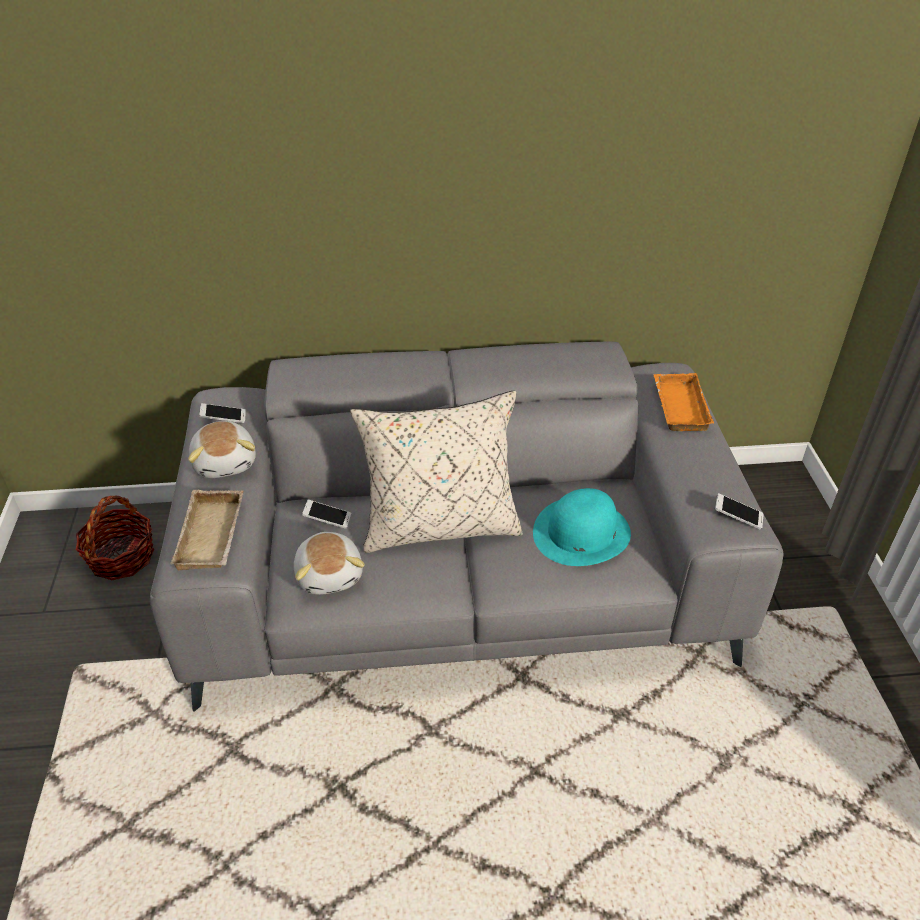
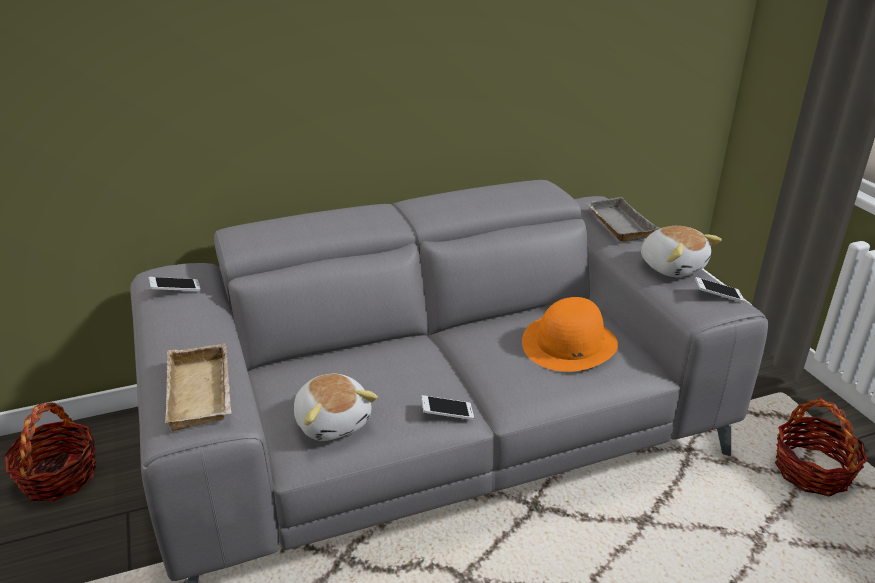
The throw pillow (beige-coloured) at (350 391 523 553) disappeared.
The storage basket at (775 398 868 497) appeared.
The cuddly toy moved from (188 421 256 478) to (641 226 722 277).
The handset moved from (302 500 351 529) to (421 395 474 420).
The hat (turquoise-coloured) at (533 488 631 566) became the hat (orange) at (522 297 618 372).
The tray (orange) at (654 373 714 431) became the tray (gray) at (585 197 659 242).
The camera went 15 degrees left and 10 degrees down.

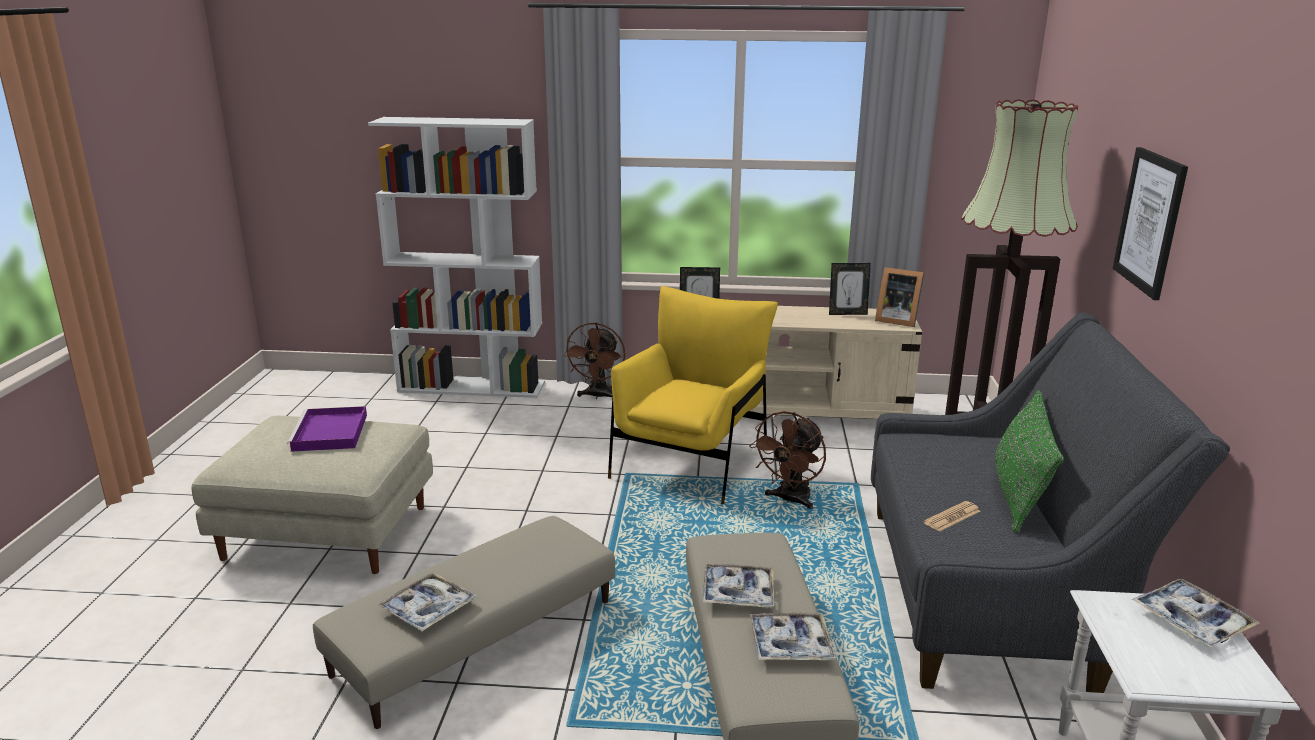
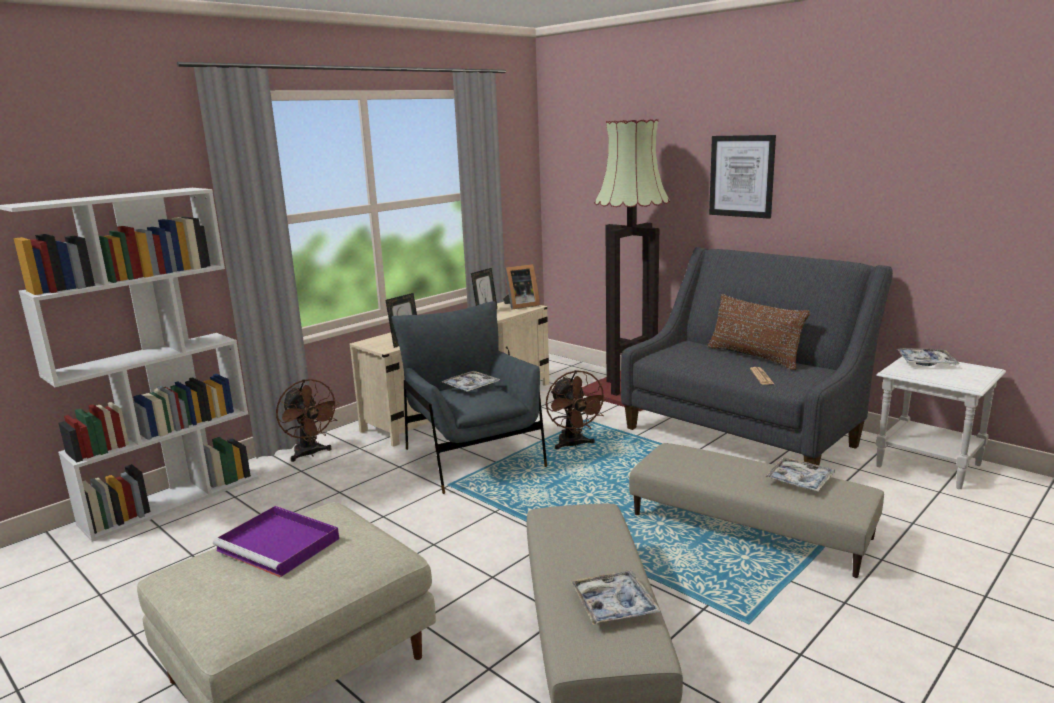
The tray moved from (702 564 774 608) to (442 371 500 392).
The lounge chair (yellowish) at (608 286 778 504) became the lounge chair (gray) at (392 301 547 494).
The throw pillow (green-coloured) at (995 390 1064 533) became the throw pillow (brown-coloured) at (708 294 810 370).
The camera went 50 degrees left and 5 degrees down.

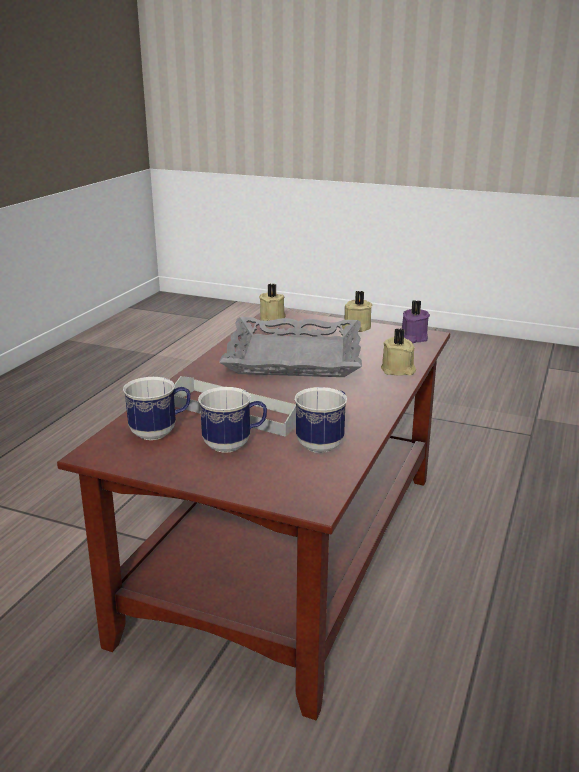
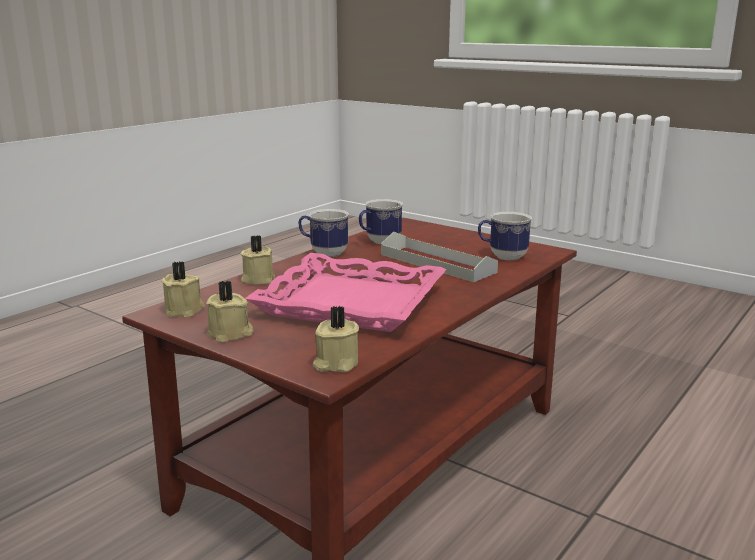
The coffee mug moved from (198 387 267 453) to (298 209 349 257).
The tray (gray) at (219 317 362 377) became the tray (pink-coloured) at (245 253 447 332).
The wax candle (purple) at (402 300 430 343) became the wax candle (beige-coloured) at (161 261 205 317).
The camera went 165 degrees left and 5 degrees down.

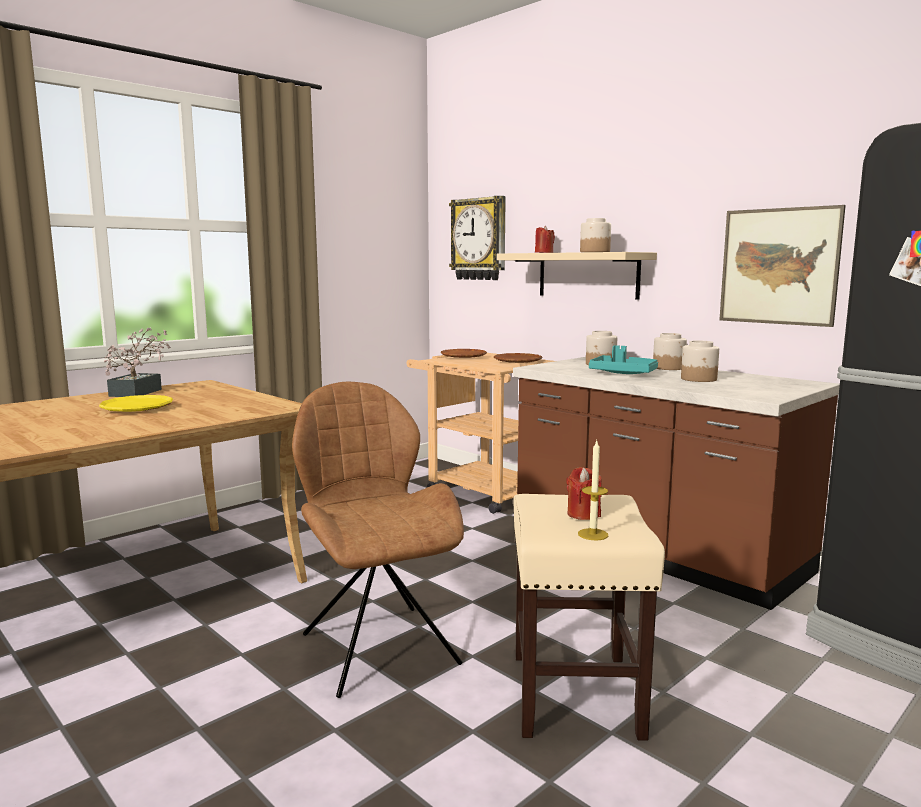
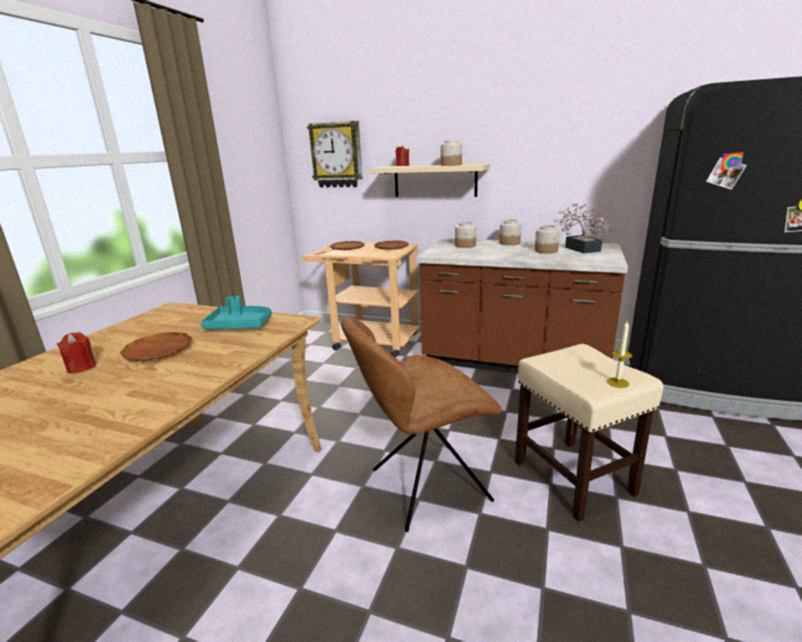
The wall art at (719 205 846 327) disappeared.
The houseplant moved from (104 327 171 397) to (558 204 610 253).
The wax candle (reddish) moved from (566 467 602 520) to (57 332 96 374).
The tray (turquoise-coloured) moved from (589 345 658 374) to (201 296 272 329).
The flat dish (yellowish) at (99 395 173 412) became the flat dish (brown-coloured) at (120 332 193 361).
The chair (brown-coloured) at (292 382 464 698) turned 60 degrees counterclockwise.
The camera went 25 degrees left and 10 degrees up.

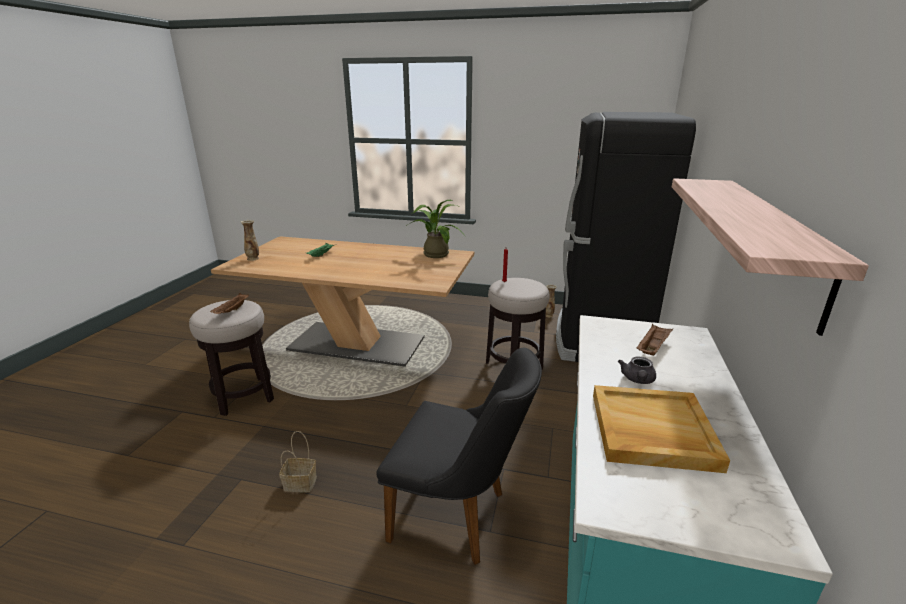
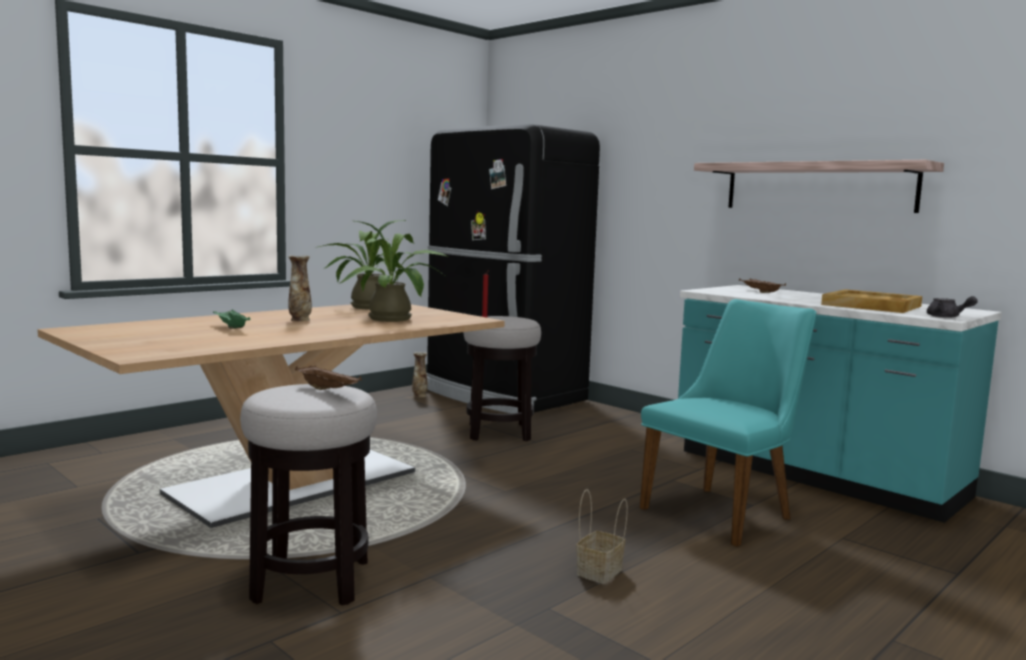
The houseplant at (340 221 448 322) appeared.
The flower vase moved from (241 220 259 261) to (288 255 312 322).
The teapot (gray) moved from (618 356 656 384) to (927 296 978 318).
The chair (blackish) at (376 348 542 565) became the chair (turquoise-coloured) at (640 299 816 547).
The camera went 60 degrees left and 15 degrees down.

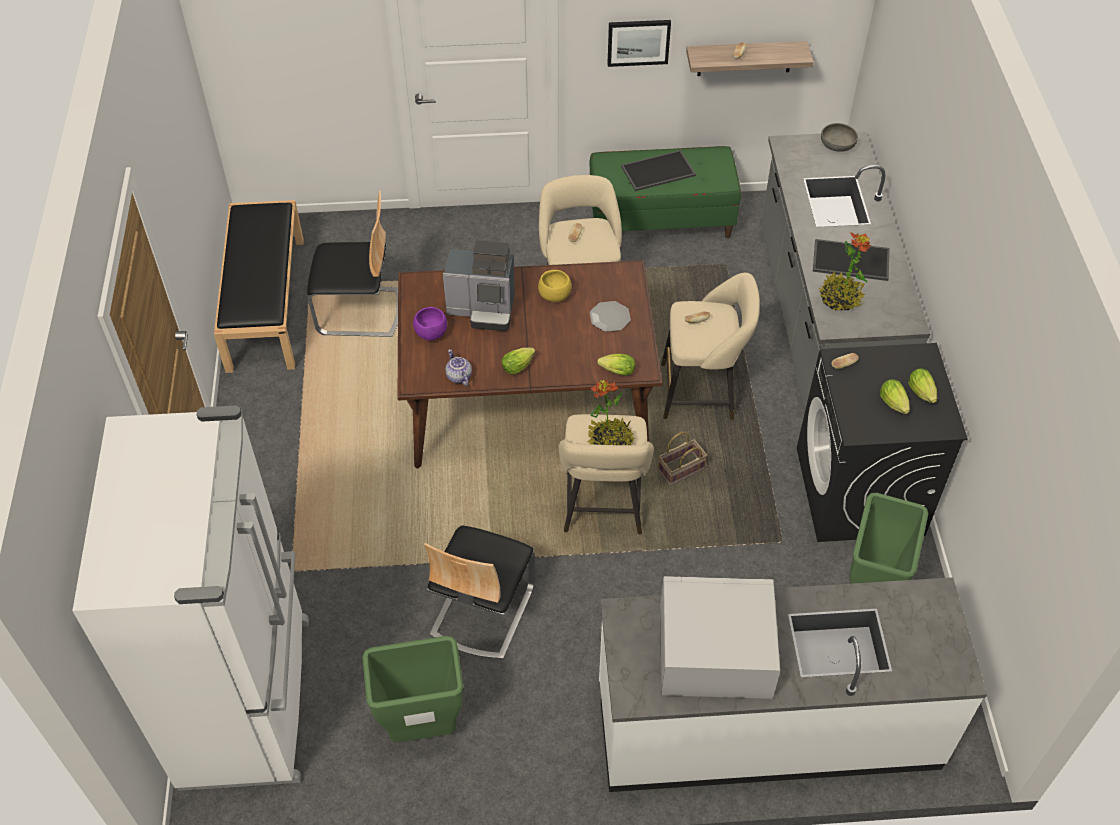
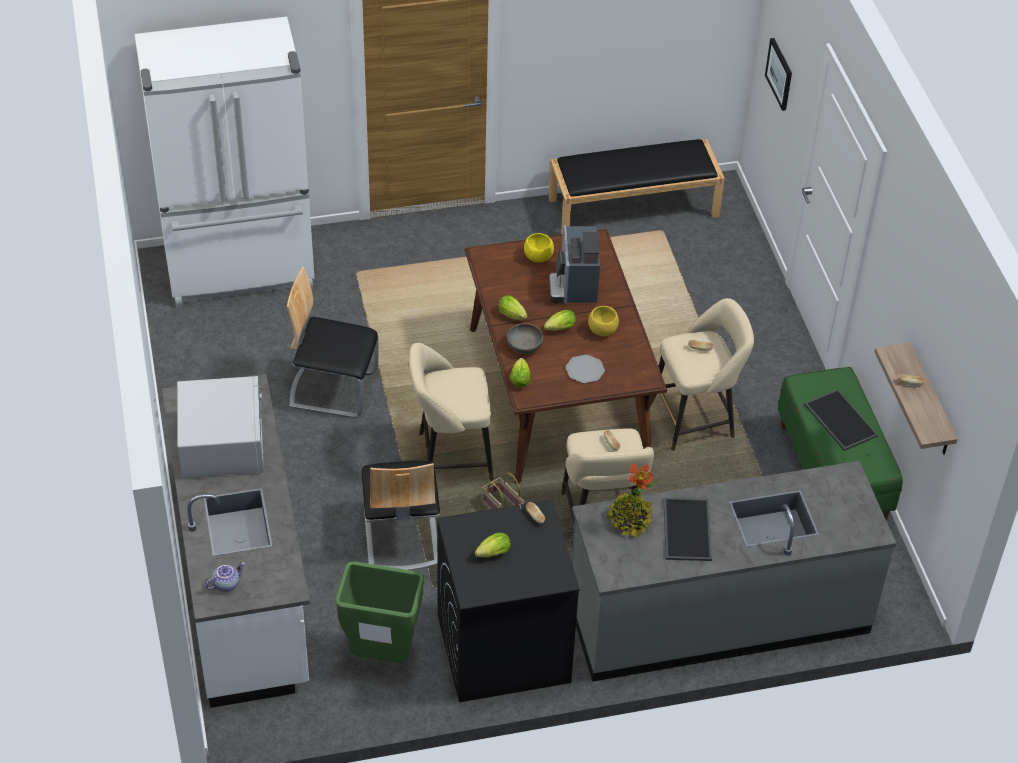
The rubbish bin (green-coloured) at (362 636 463 743) disappeared.
The houseplant at (587 380 635 445) disappeared.
The chair moved from (307 191 398 337) to (362 460 440 570).
The teapot moved from (445 349 472 386) to (206 562 245 592).
The wall art moved from (607 20 671 67) to (765 38 792 111).
The deep dish (gray) moved from (821 123 858 152) to (507 323 543 354).
The lettuce moved from (908 368 937 403) to (544 310 576 331).
The deep dish (purple) at (413 307 447 341) became the deep dish (yellowish) at (524 233 554 262).
The camera went 80 degrees right and 5 degrees down.

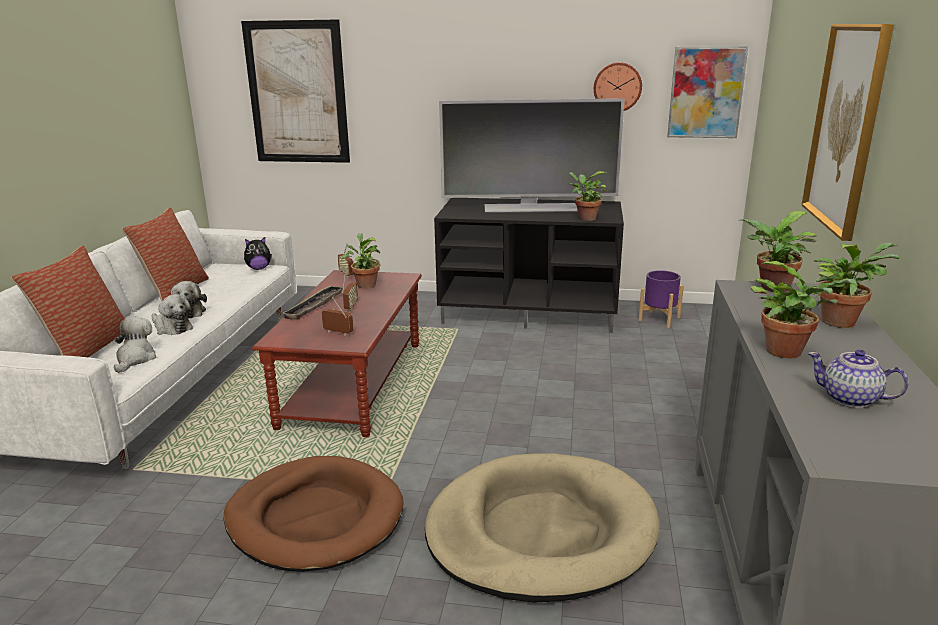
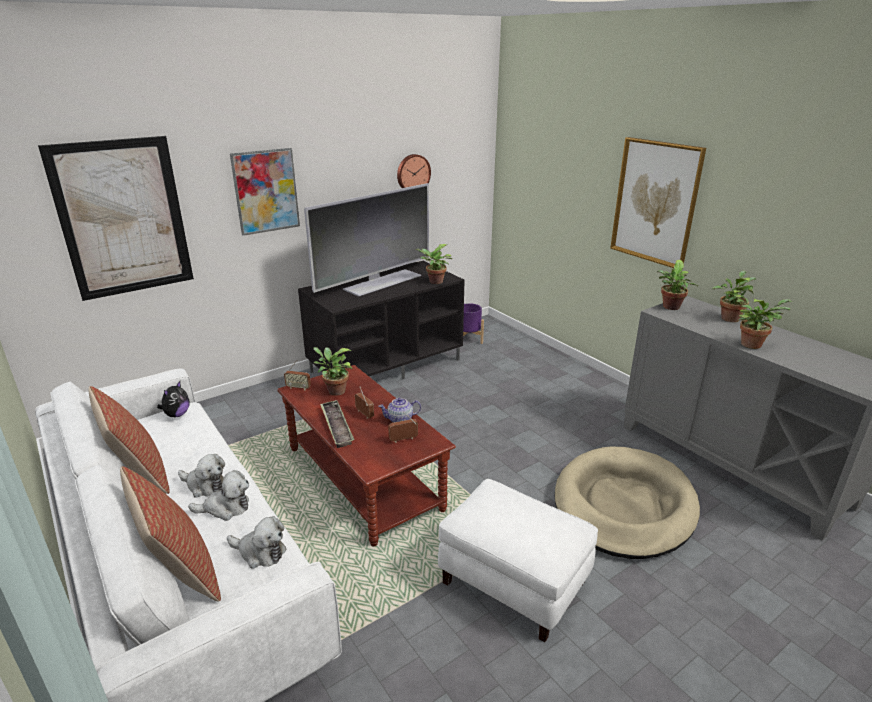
The wall art moved from (667 46 748 138) to (230 148 300 236).
The teapot moved from (808 350 909 408) to (378 398 421 423).
The pet bed (brown-coloured) at (224 456 404 572) was replaced by the footrest (white-coloured) at (438 479 598 642).
The cuddly toy at (114 317 156 373) turned 150 degrees clockwise.
The camera went 45 degrees left and 5 degrees up.

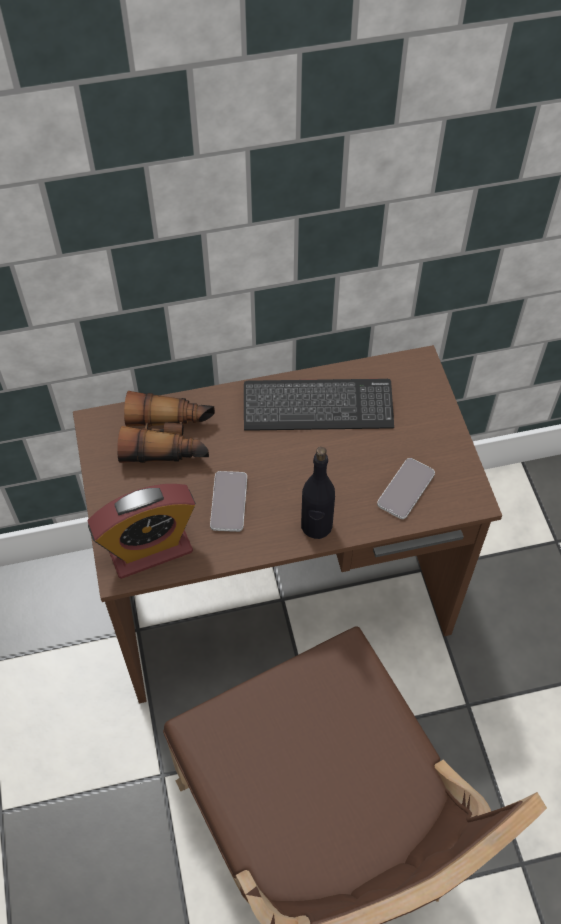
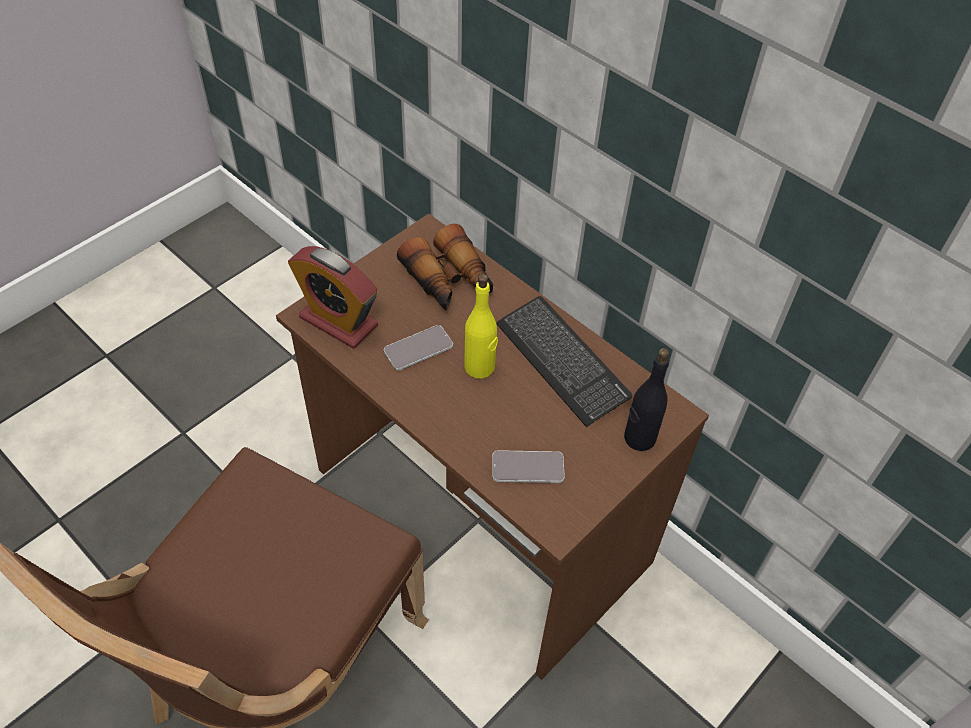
The drink bottle (yellowish) at (464 274 498 379) appeared.
The drink bottle (blackish) moved from (301 447 335 539) to (624 348 669 451).
The camera went 55 degrees right and 5 degrees down.

